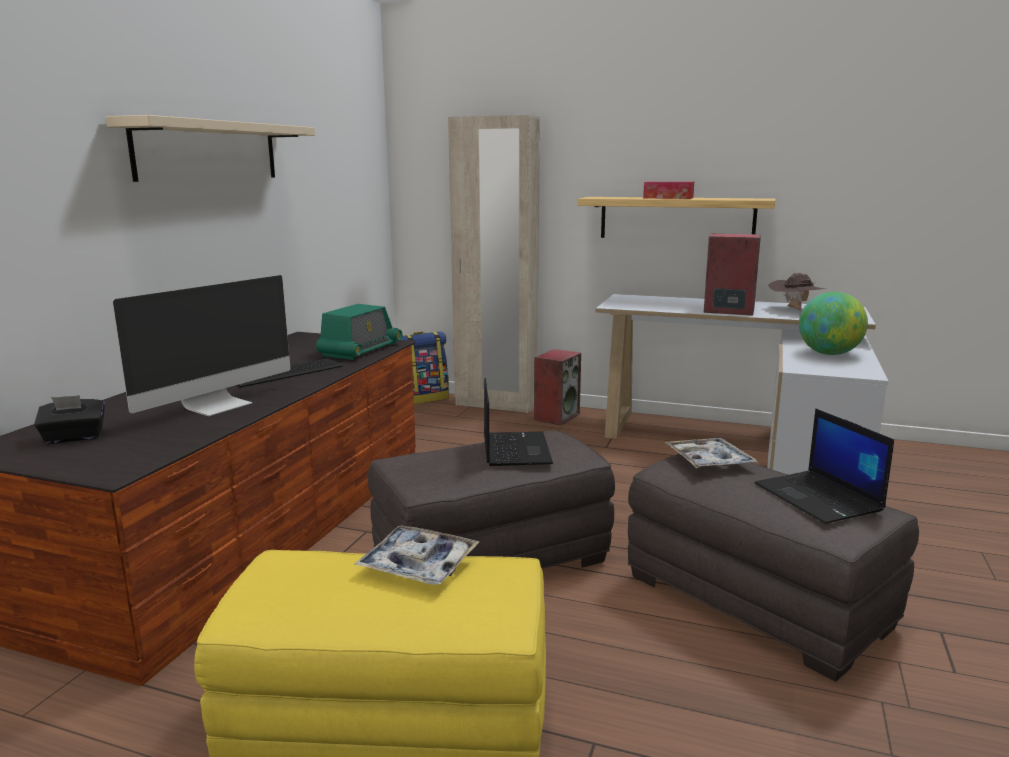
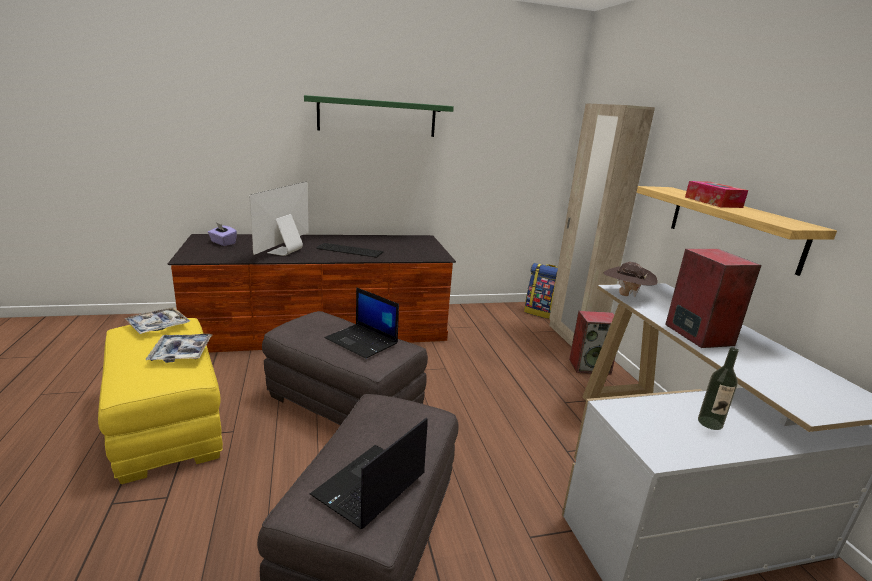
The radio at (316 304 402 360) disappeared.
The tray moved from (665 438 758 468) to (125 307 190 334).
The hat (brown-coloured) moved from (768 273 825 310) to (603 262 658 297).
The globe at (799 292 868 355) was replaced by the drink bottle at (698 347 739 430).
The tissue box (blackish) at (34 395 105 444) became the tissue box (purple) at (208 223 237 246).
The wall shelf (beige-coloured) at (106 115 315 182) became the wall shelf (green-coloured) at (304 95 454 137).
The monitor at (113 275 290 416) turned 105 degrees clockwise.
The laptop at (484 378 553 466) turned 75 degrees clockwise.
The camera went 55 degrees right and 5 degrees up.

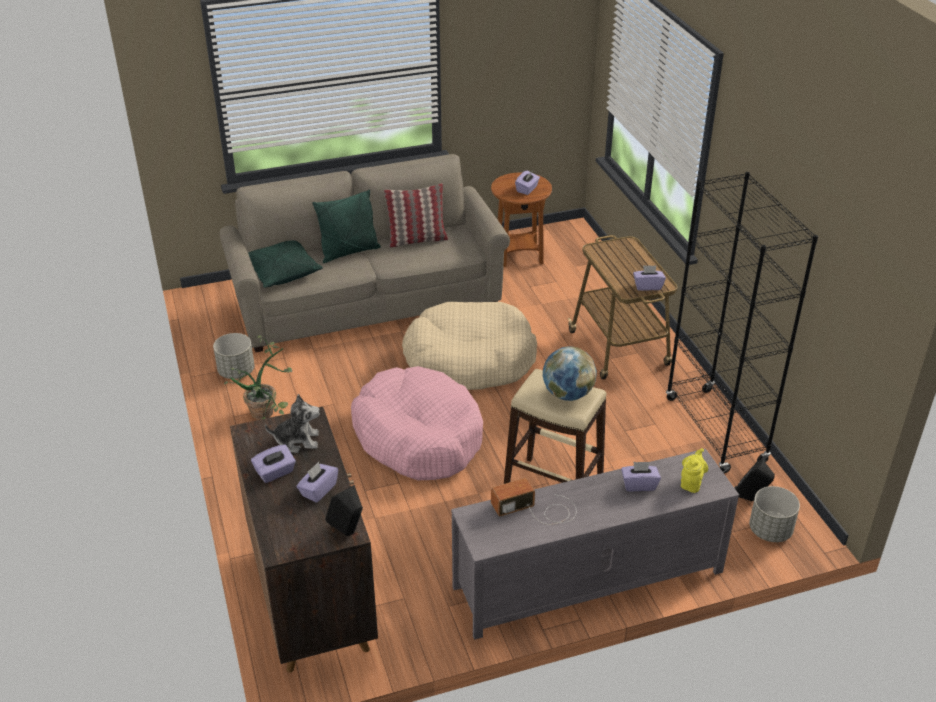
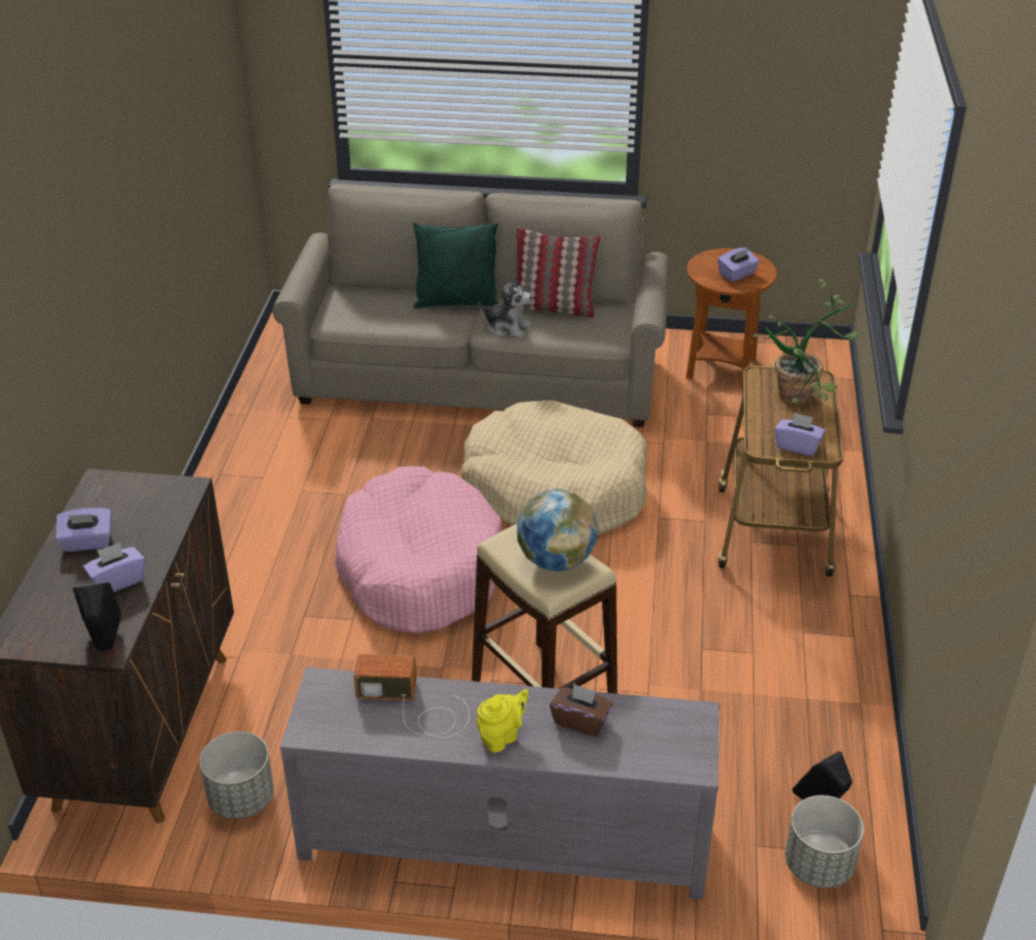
The throw pillow (green-coloured) at (248 240 323 288) disappeared.
The bookshelf (blackish) at (666 172 818 473) disappeared.
The planter (gray) moved from (213 333 255 379) to (199 731 274 819).
The houseplant moved from (224 335 292 420) to (753 279 859 405).
The cuddly toy moved from (265 394 320 453) to (478 275 532 338).
The teapot (yellowish) moved from (681 448 708 493) to (477 689 528 752).
The tissue box (purple) at (621 462 661 491) became the tissue box (brown-coloured) at (550 683 613 737).
The camera went 25 degrees right and 0 degrees up.

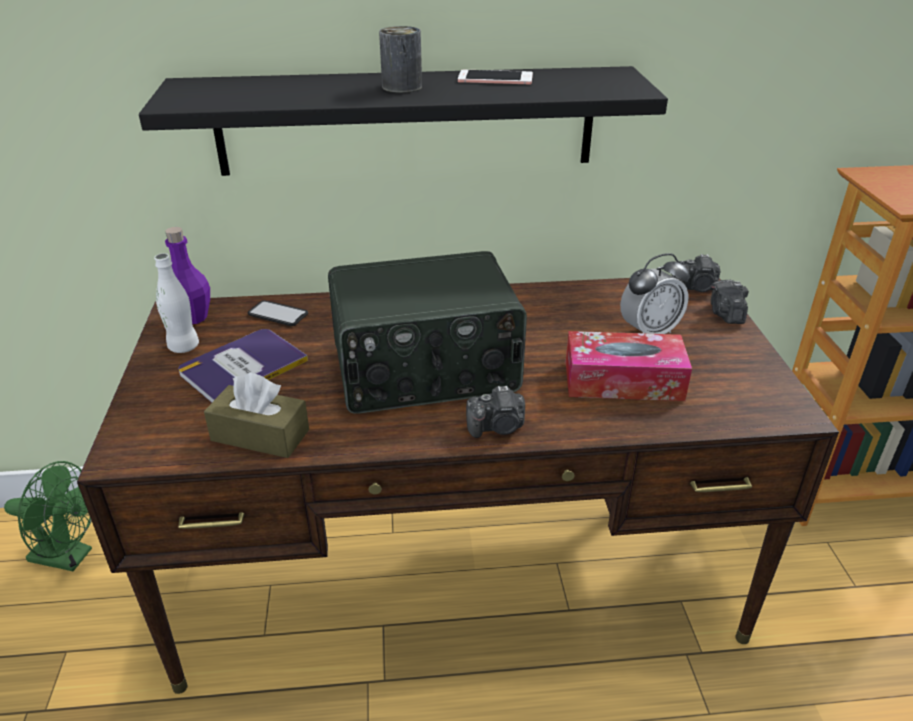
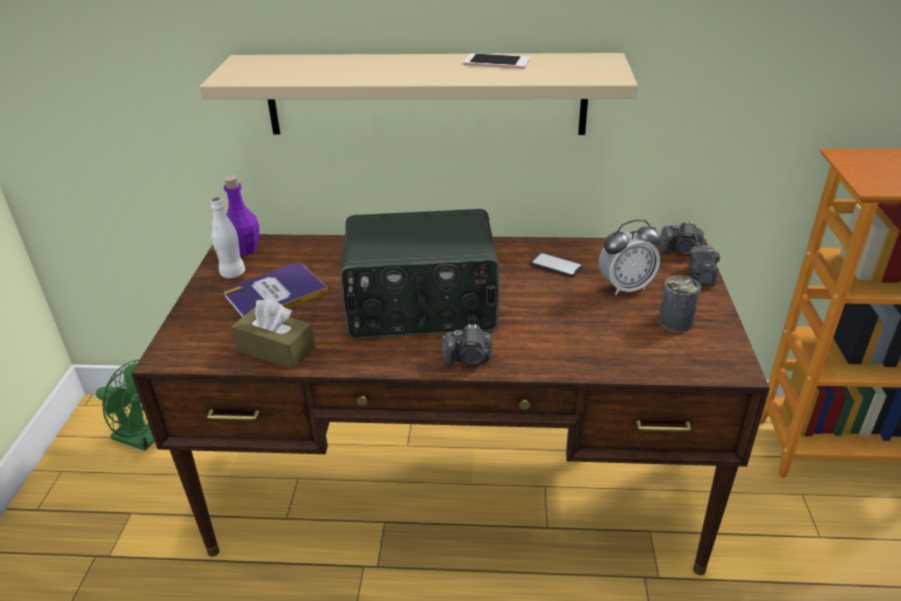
The tissue box at (566 331 692 401) disappeared.
The handset moved from (247 300 308 326) to (530 252 584 277).
The can moved from (379 26 422 93) to (659 276 701 332).
The wall shelf (blackish) at (139 66 668 176) became the wall shelf (beige-coloured) at (199 53 638 135).
The camera went 10 degrees right and 0 degrees up.

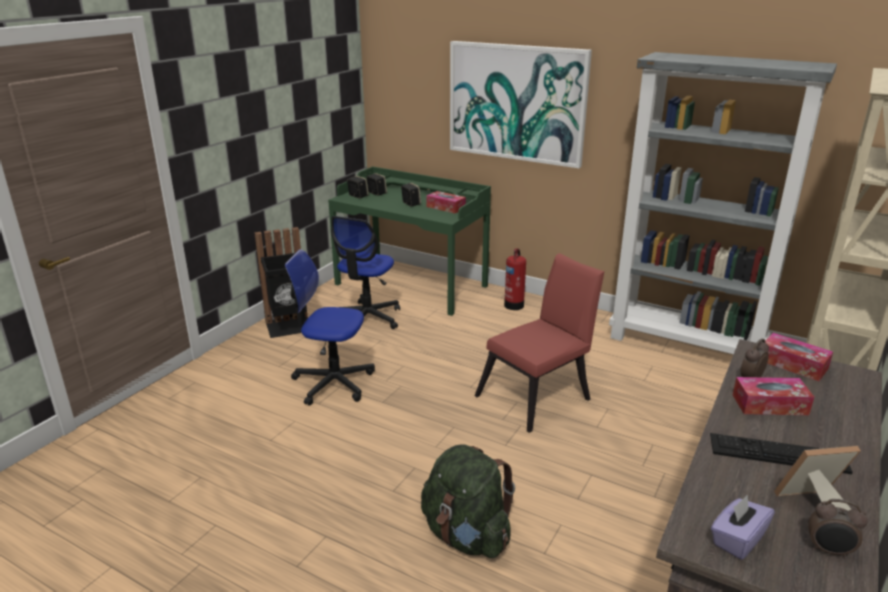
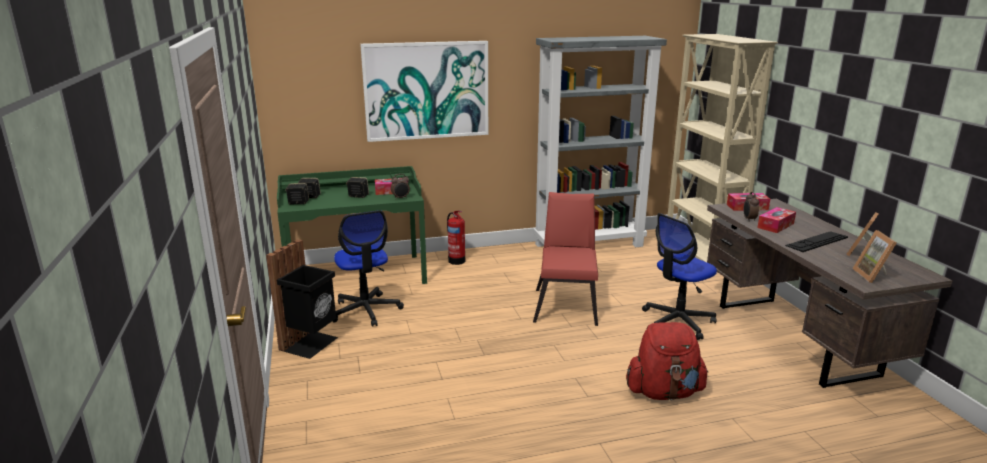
The computer chair moved from (285 249 375 406) to (642 213 717 340).
The table clock moved from (809 499 868 558) to (391 174 410 199).
The tissue box (purple) at (711 495 775 560) was replaced by the photo frame at (852 230 897 283).
The knapsack (green-coloured) at (421 444 515 558) became the knapsack (reddish) at (626 322 708 400).
The camera went 45 degrees left and 5 degrees down.

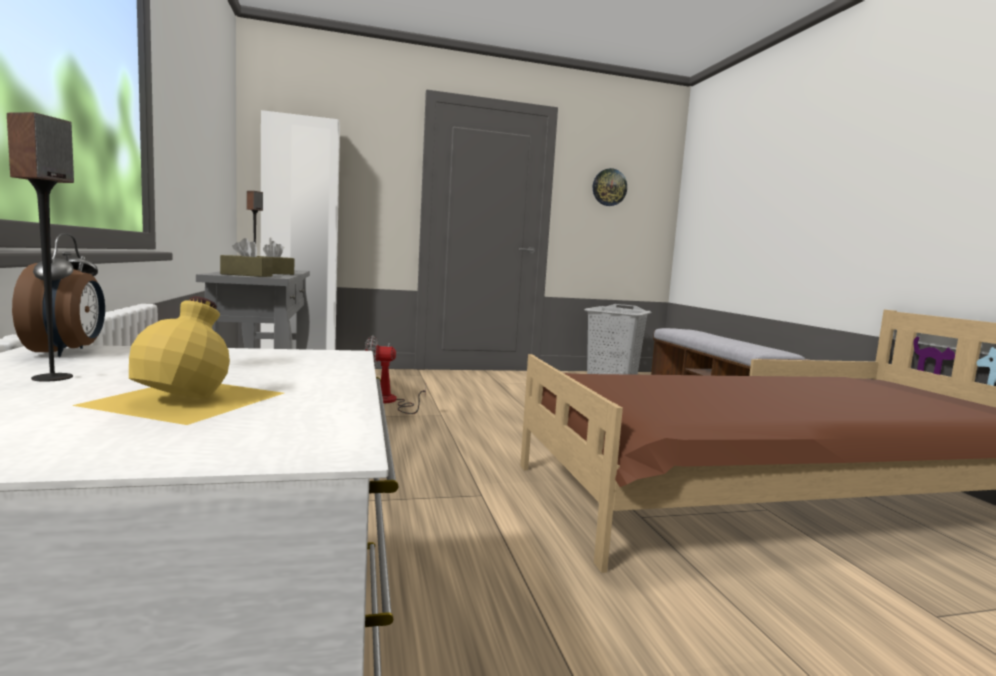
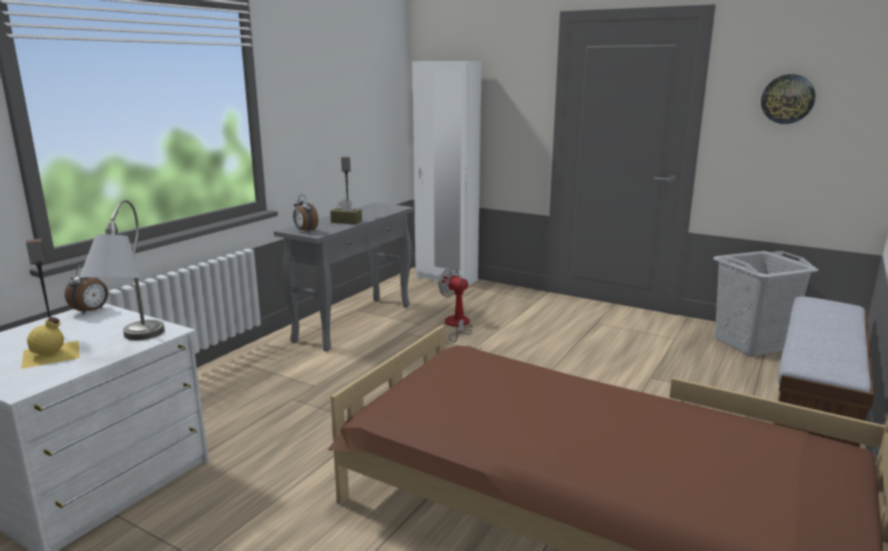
The table lamp (gray) at (80 200 165 340) appeared.
The tissue box (brown-coloured) at (220 238 273 277) was replaced by the table clock at (293 195 318 233).
The camera went 45 degrees right and 10 degrees up.

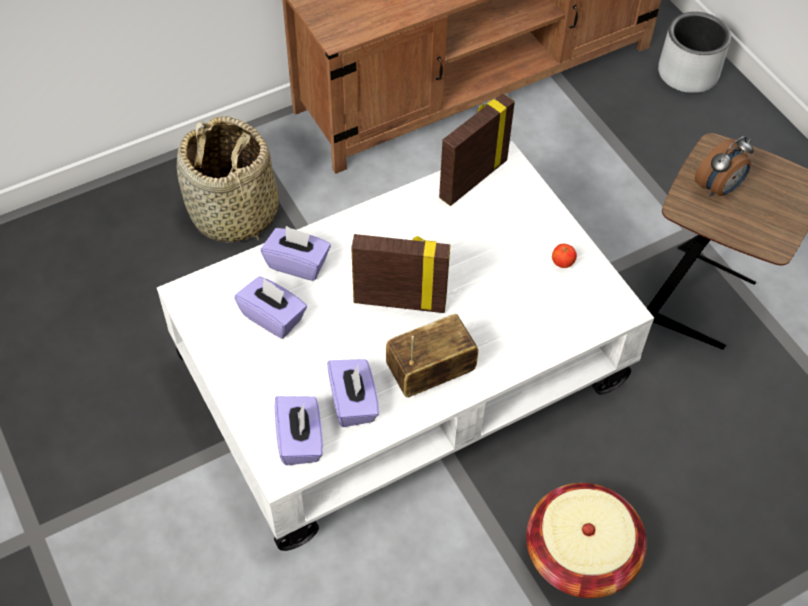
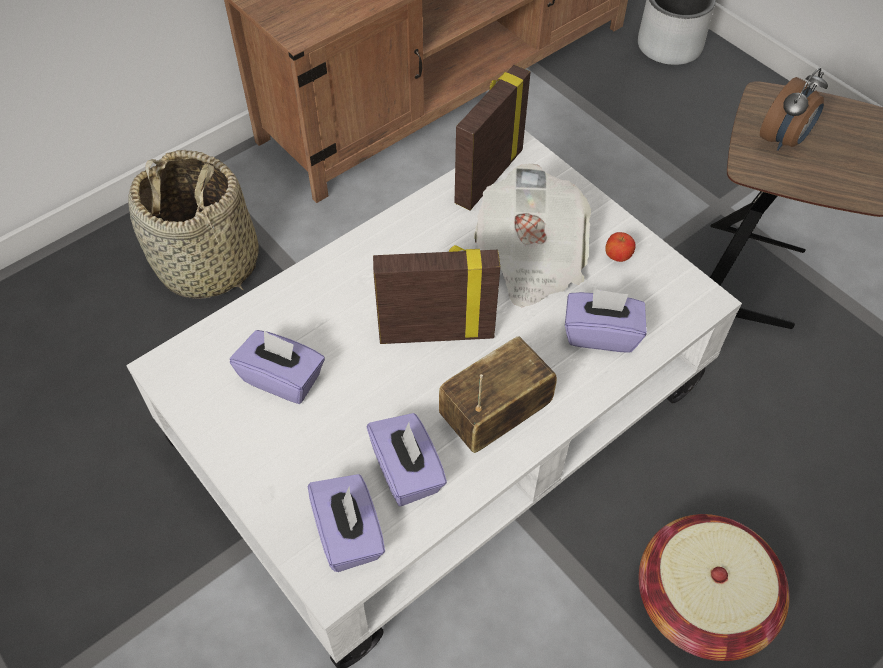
The newspaper at (474 164 591 307) appeared.
The tissue box (purple) moved from (261 226 331 281) to (565 288 647 353).
The camera went 10 degrees left and 0 degrees up.

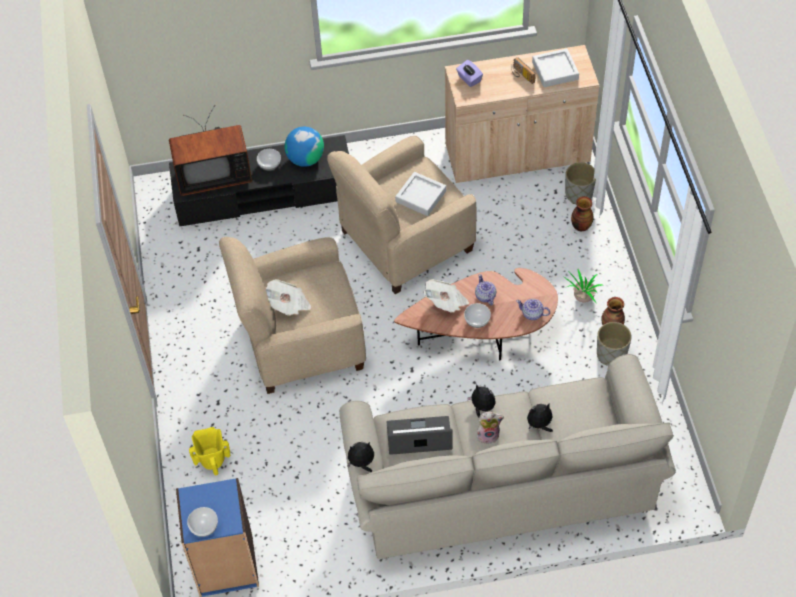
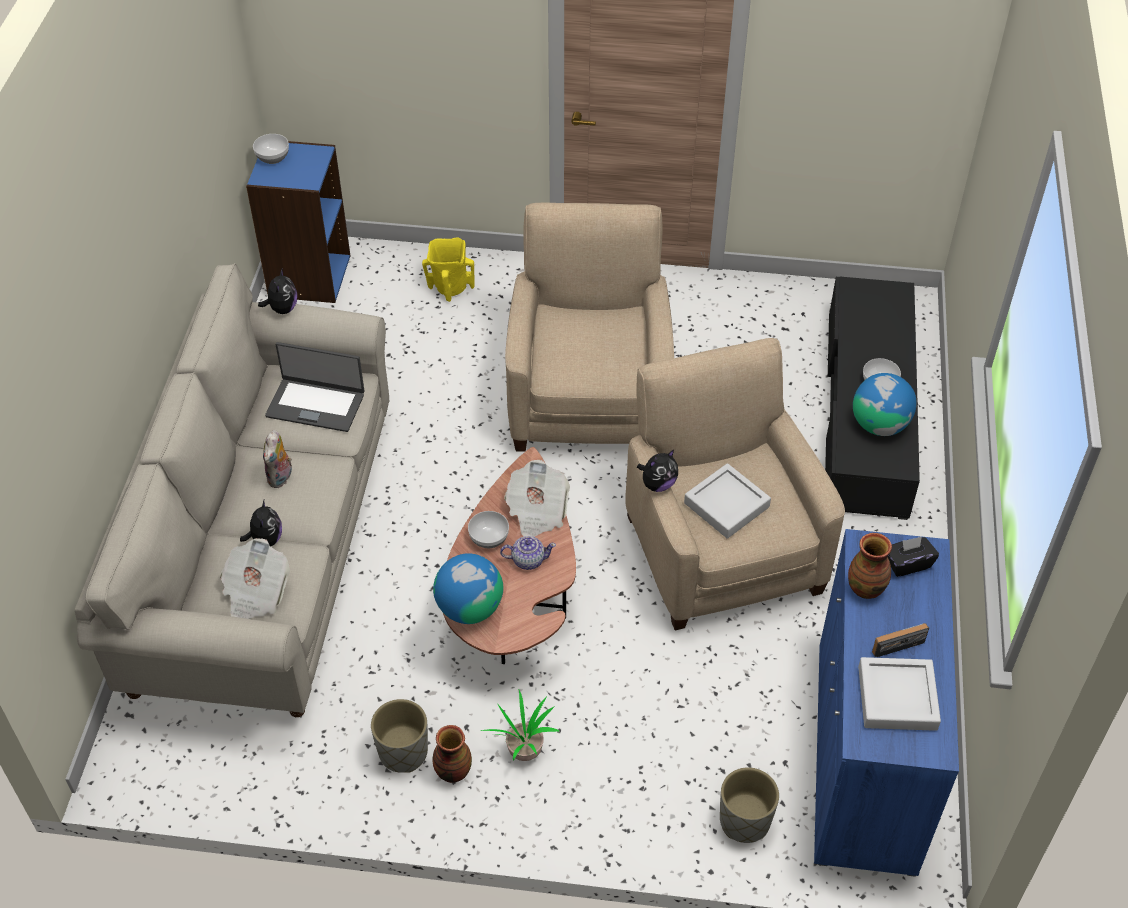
The TV set at (169 105 252 196) disappeared.
The newspaper moved from (266 279 311 316) to (220 538 290 619).
The cuddly toy moved from (467 384 496 417) to (637 450 678 492).
The flower vase moved from (571 196 594 231) to (848 533 892 599).
The teapot at (516 299 550 320) was replaced by the globe at (433 553 504 624).
The cabinet (beige-coloured) at (445 45 599 183) became the cabinet (bluish) at (814 529 959 877).
The tissue box (purple) at (456 60 483 87) became the tissue box (blackish) at (888 537 939 577).
The laptop at (387 416 453 455) turned 90 degrees clockwise.
The camera went 105 degrees right and 5 degrees down.

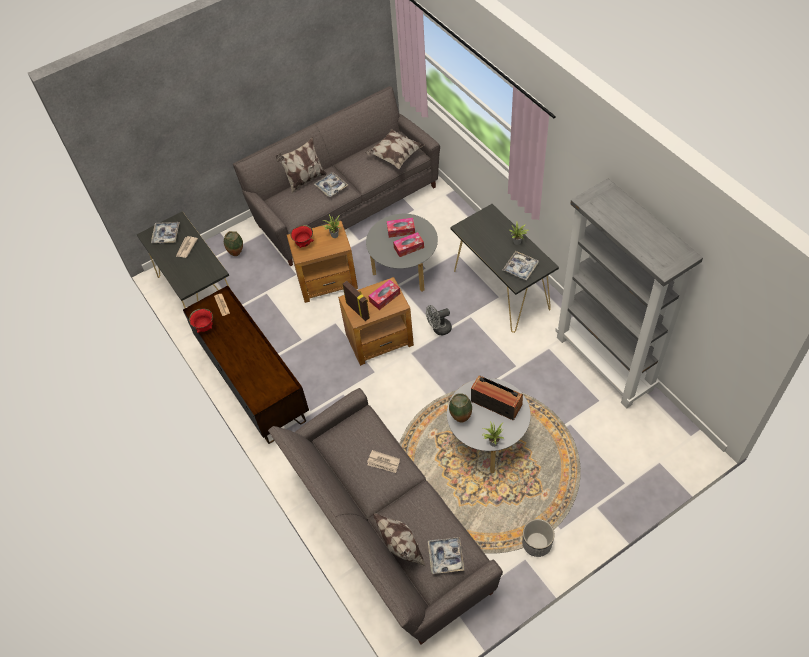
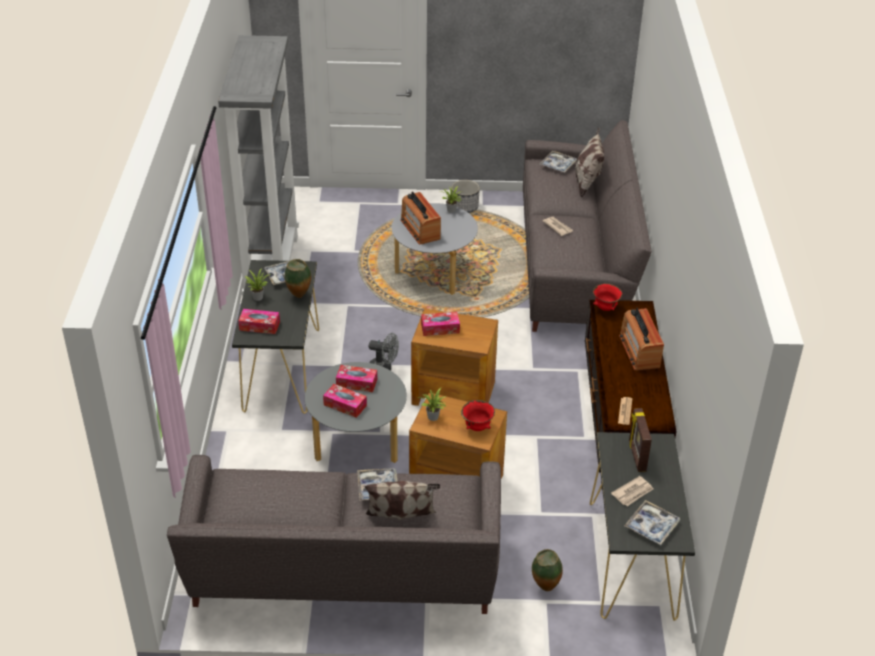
The throw pillow at (365 129 424 169) disappeared.
The tissue box at (238 309 280 334) appeared.
The radio at (619 308 664 371) appeared.
The deep dish (reddish) moved from (189 308 213 333) to (593 283 622 311).
The photo frame moved from (342 281 370 321) to (629 408 652 472).
The flower vase moved from (449 393 472 423) to (285 259 311 298).
The camera went 150 degrees left and 15 degrees down.

